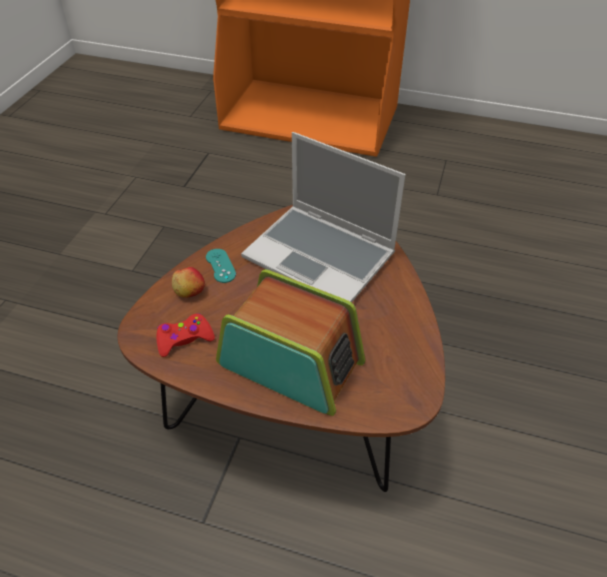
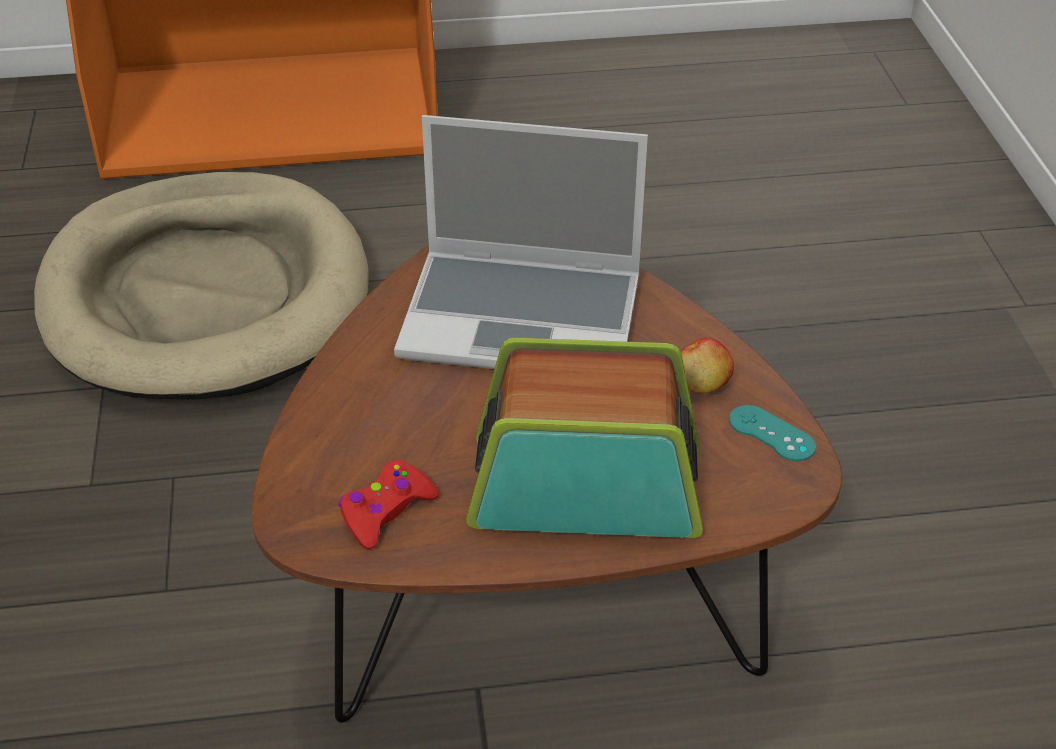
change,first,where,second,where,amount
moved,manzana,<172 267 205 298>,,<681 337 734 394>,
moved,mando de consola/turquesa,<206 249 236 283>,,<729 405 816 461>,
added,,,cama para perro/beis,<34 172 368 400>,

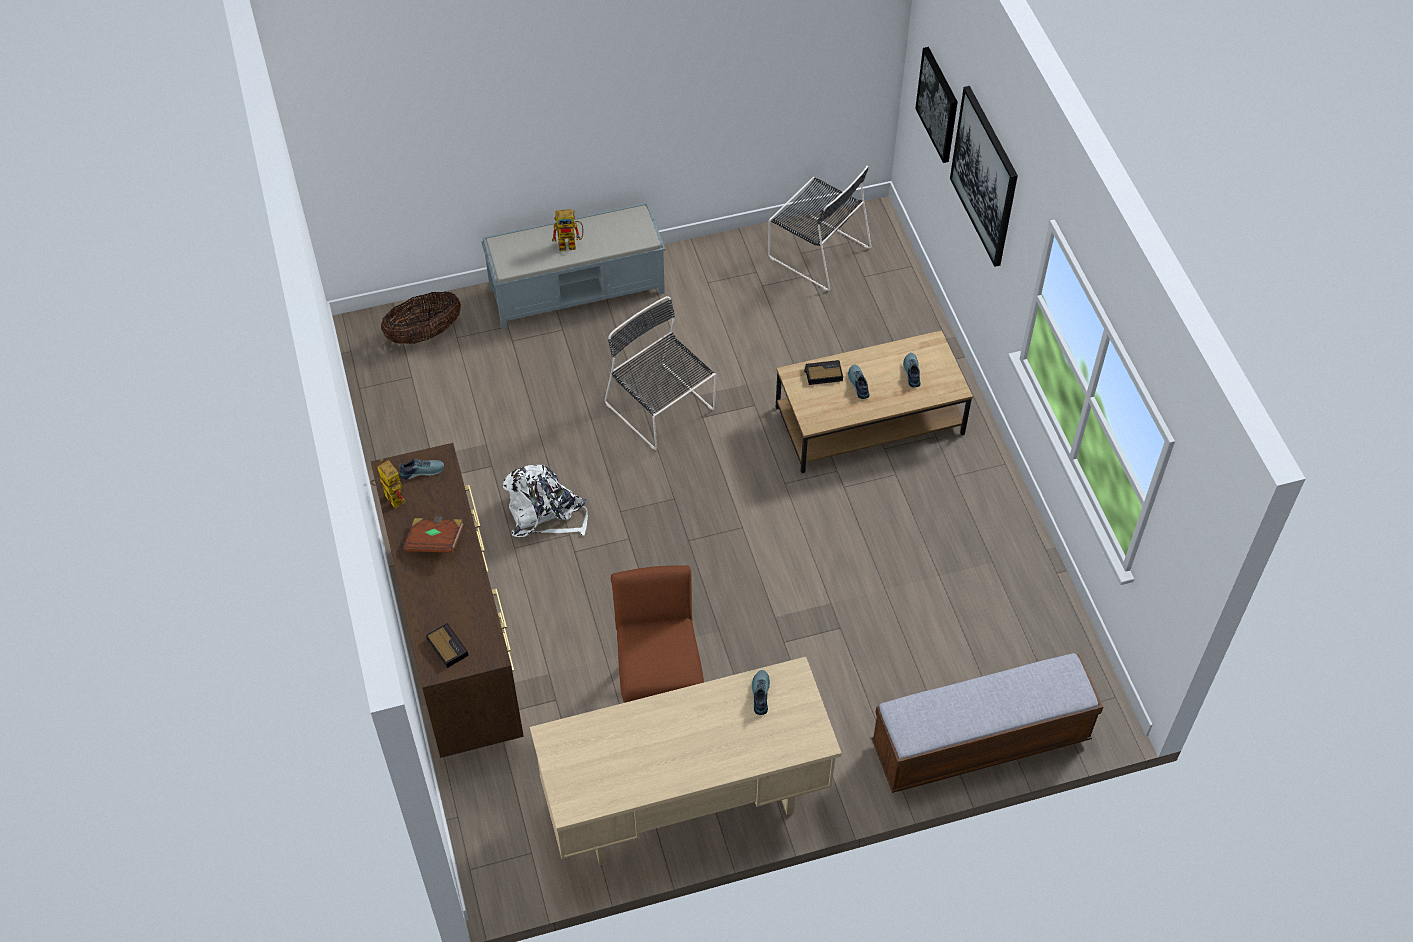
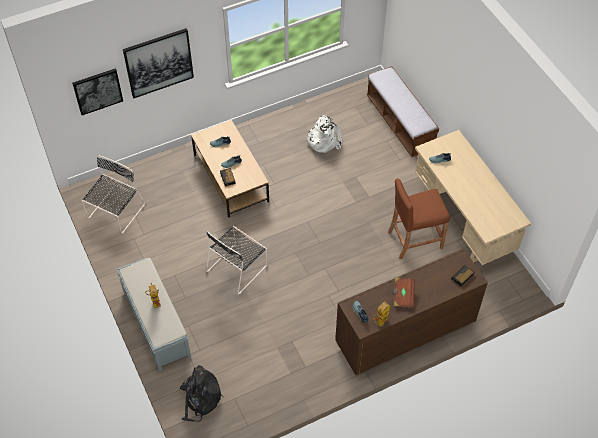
change,first,where,second,where,amount
replaced,cesta,<381 292 461 344>,mochila/negro,<180 365 223 421>,
moved,mochila/blanco,<503 465 588 537>,,<305 115 342 153>,

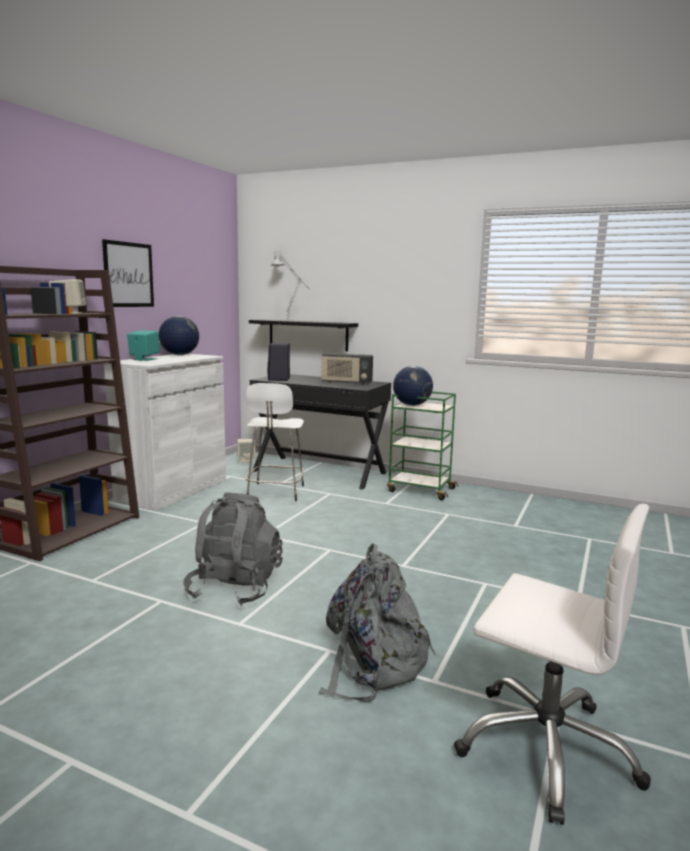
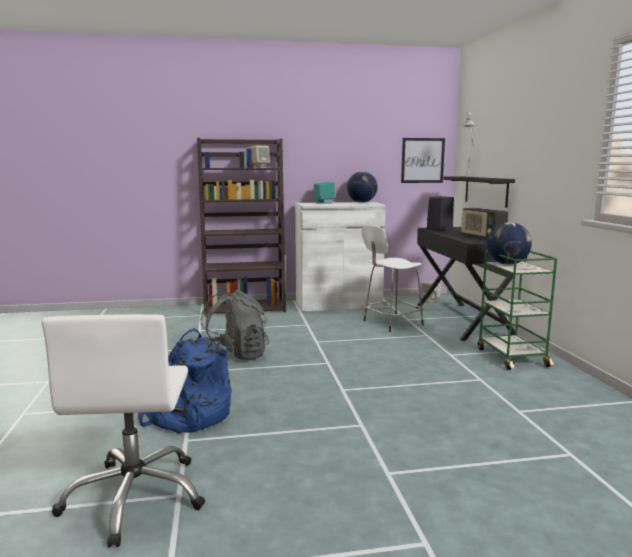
change,first,where,second,where,amount
moved,cuadro,<102 239 154 307>,,<401 138 445 183>,
recoloured,mochila/gris,<319 544 436 702>,mochila/azul,<138 328 232 433>,

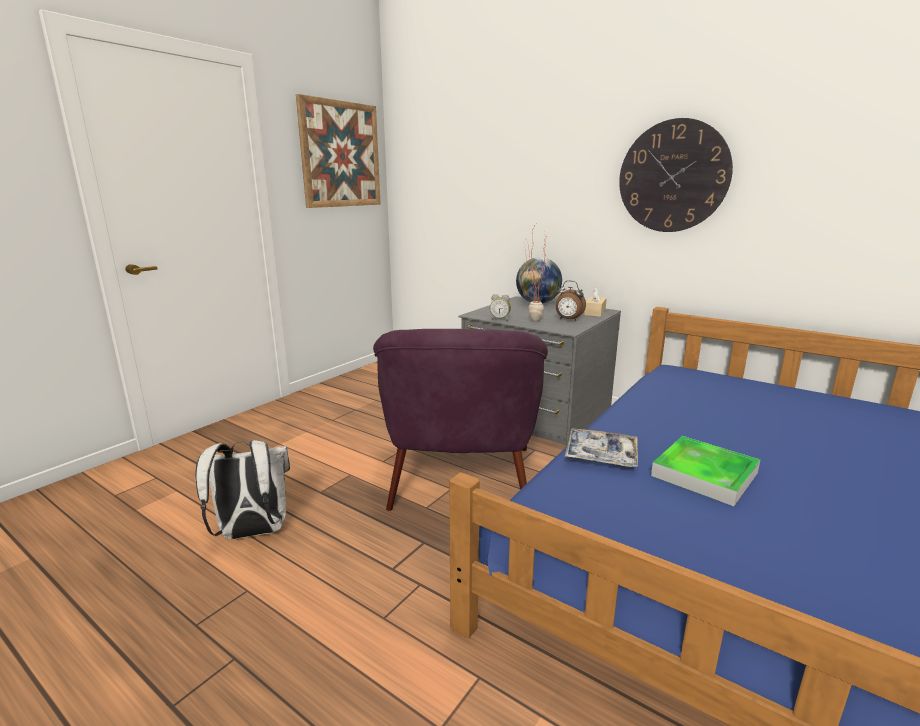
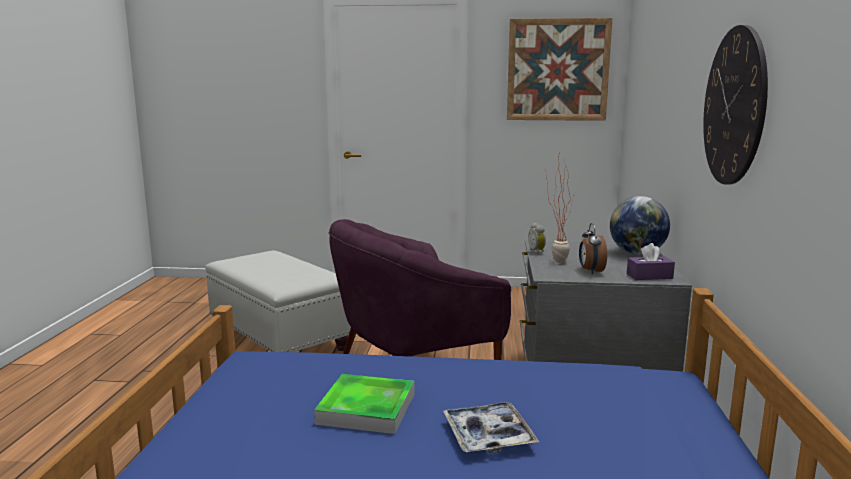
change,first,where,second,where,amount
replaced,mochila/blanco,<195 440 290 539>,puf/blanco,<205 251 351 352>,
moved,bandeja,<565 429 638 467>,,<443 402 539 454>,
recoloured,caja de pañuelos/beis,<584 287 607 317>,caja de pañuelos/morado,<627 243 675 280>,

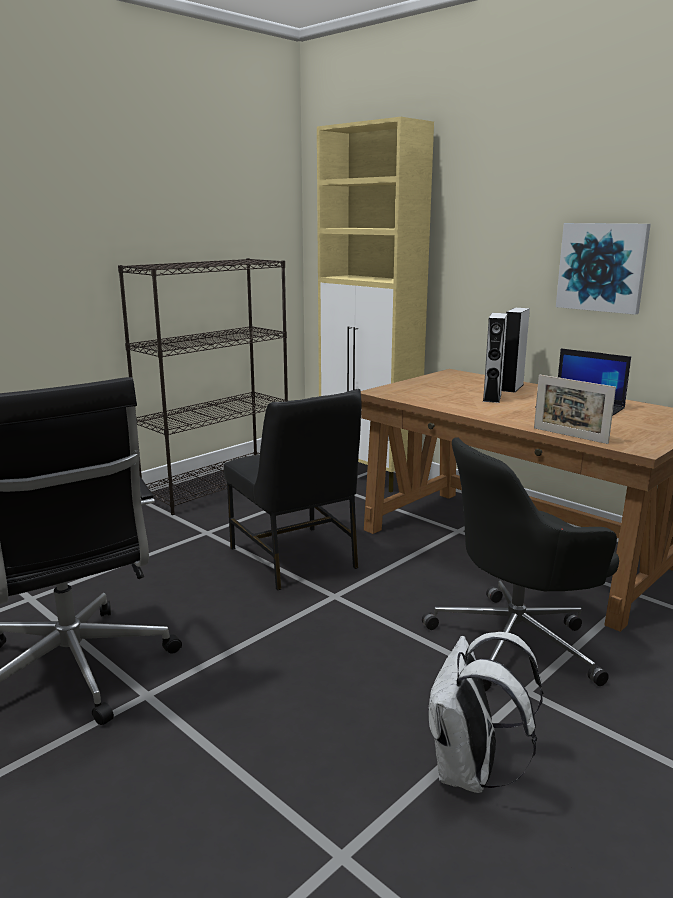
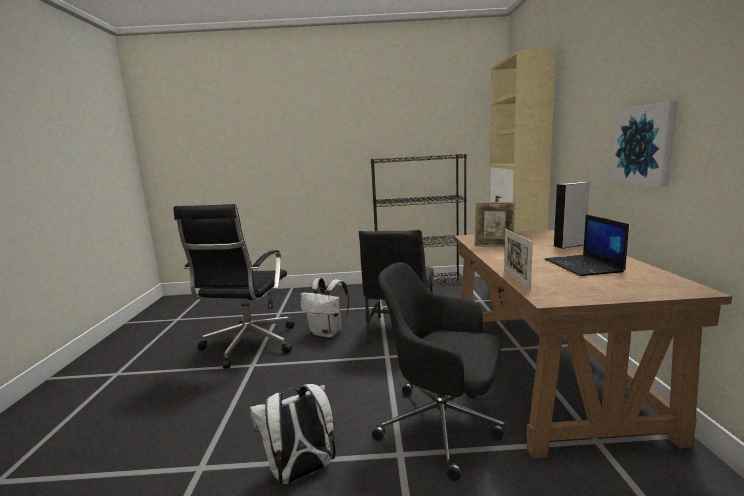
change,first,where,second,where,amount
removed,altavoz/gris,<483 313 507 403>,,,
added,,,mochila/blanco,<301 278 349 338>,
added,,,portarretratos,<474 202 516 247>,

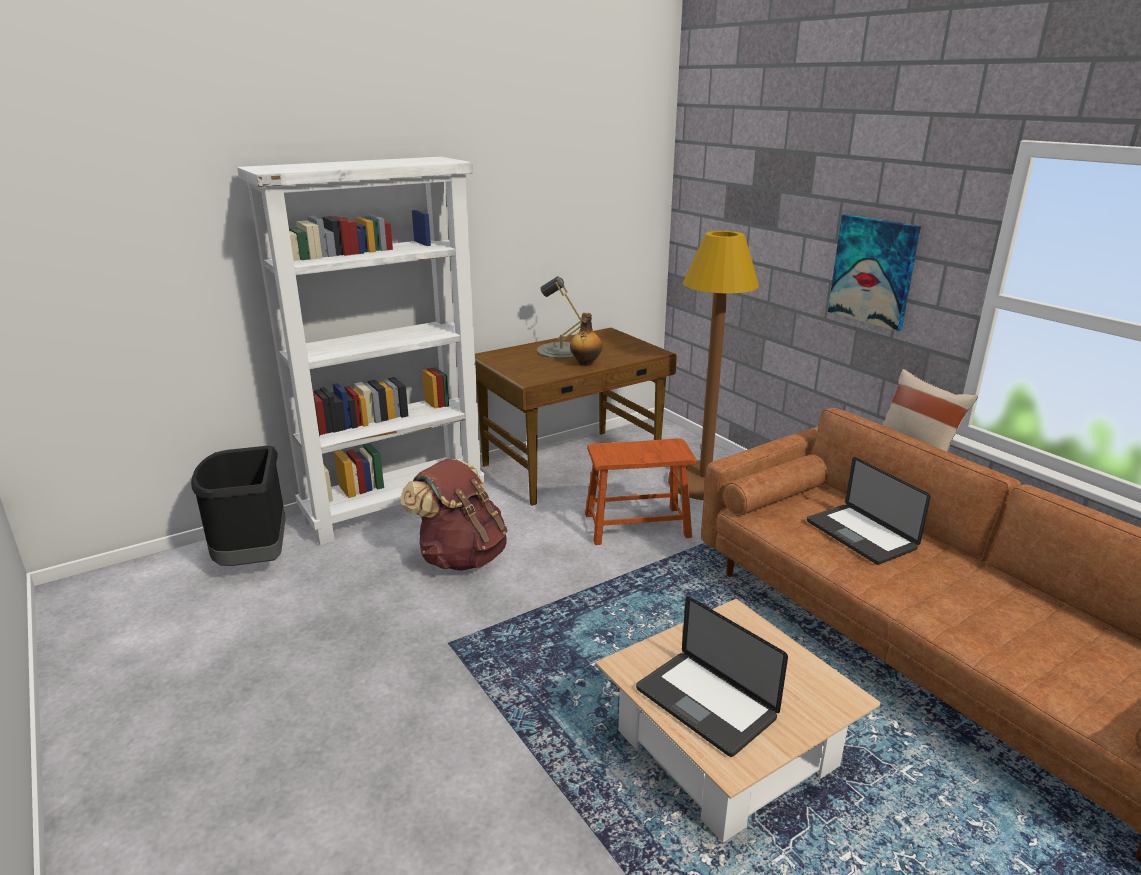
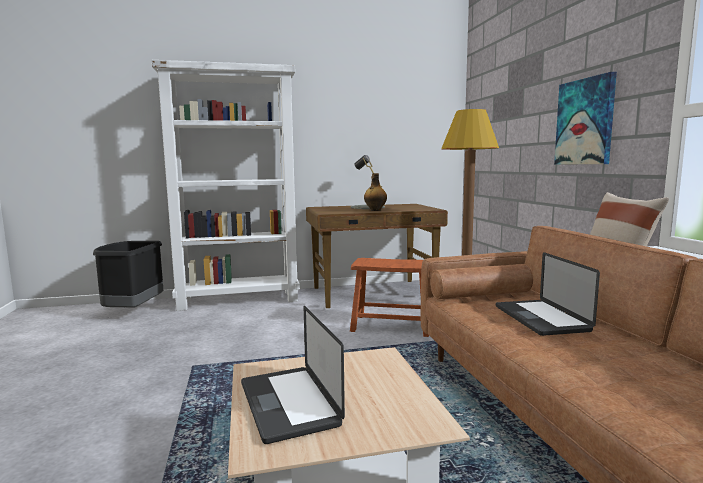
change,first,where,second,where,amount
removed,mochila/marrón,<400 459 508 571>,,,

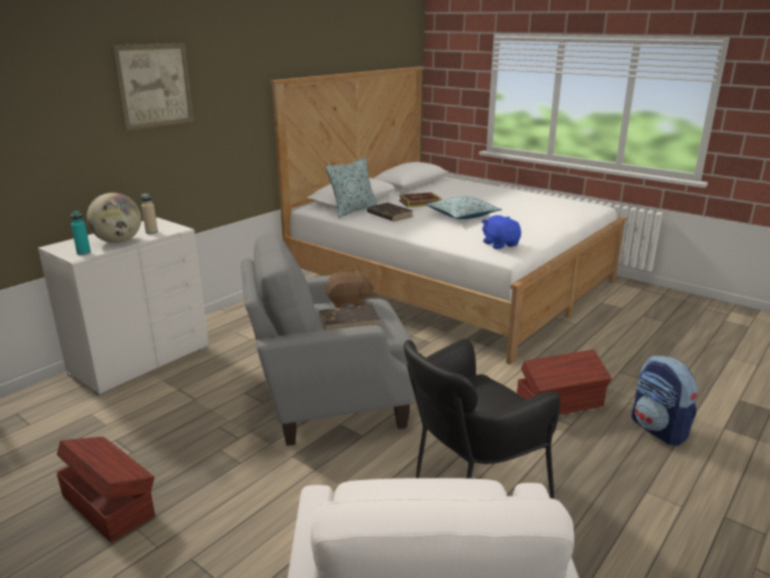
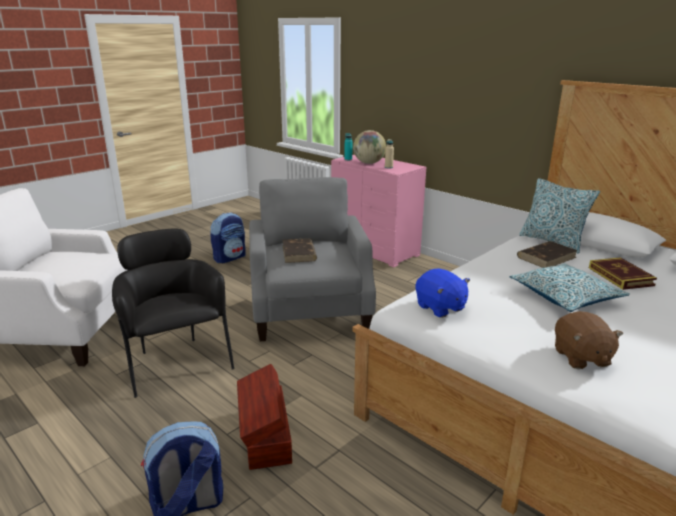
change,first,where,second,where,amount
recoloured,cómoda/blanco,<38 217 209 396>,cómoda/rosa,<331 155 426 267>,
replaced,caja de almacenaje/marrón,<56 437 155 543>,mochila,<210 212 246 263>,
removed,cuadro,<111 43 194 131>,,,
moved,peluche/marrón,<325 270 374 308>,,<555 311 623 369>,
turned,peluche/azul,<482 215 521 249>,,<416 268 470 318>,75 degrees clockwise

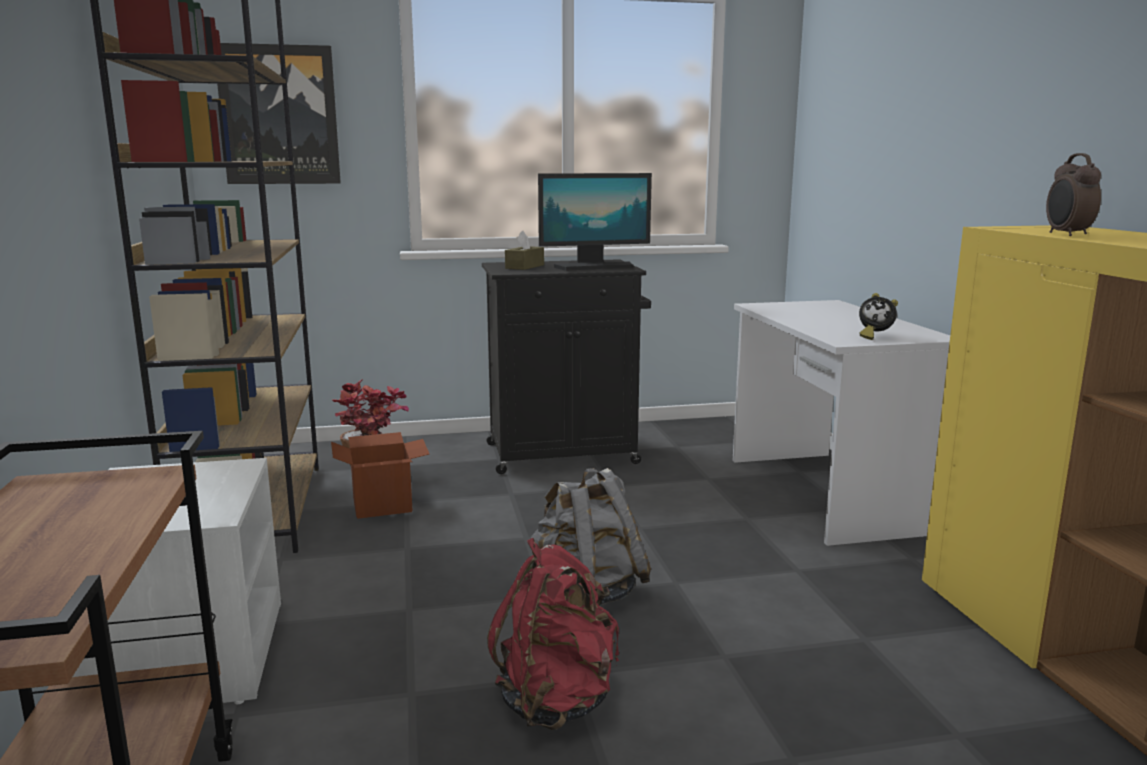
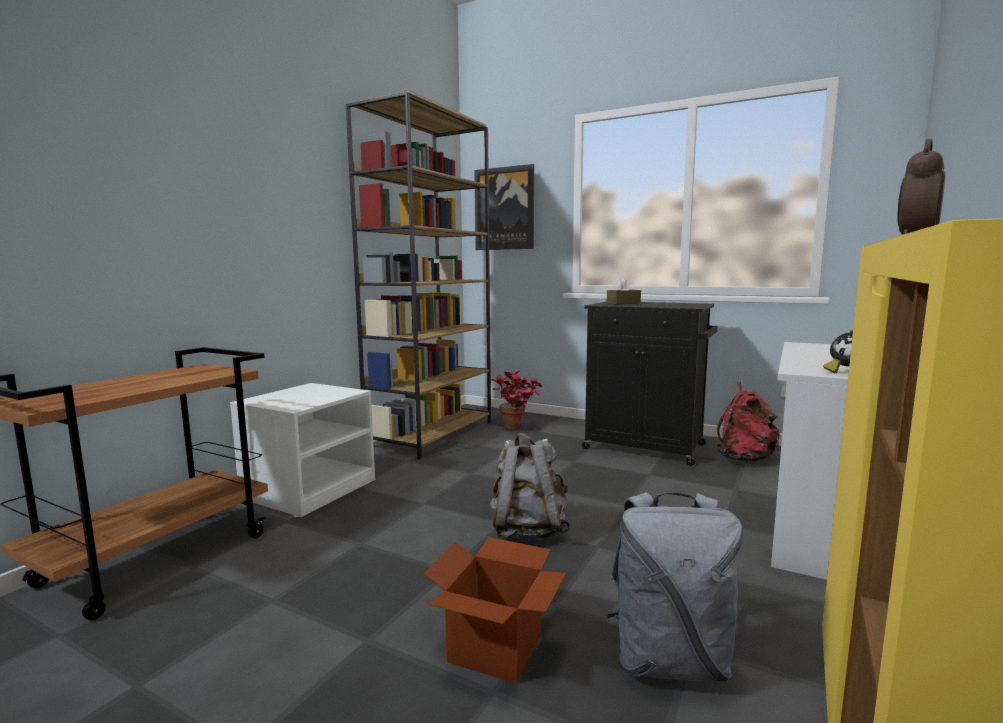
change,first,where,second,where,amount
moved,caja de cartón,<331 432 429 519>,,<423 537 566 683>,
moved,mochila/rojo,<487 538 619 730>,,<717 382 780 462>,
removed,monitor,<538 173 652 271>,,,
added,,,mochila/gris,<607 492 743 682>,

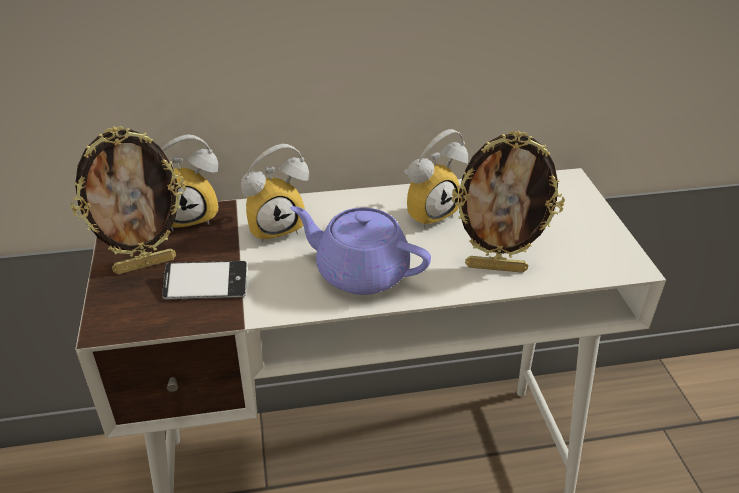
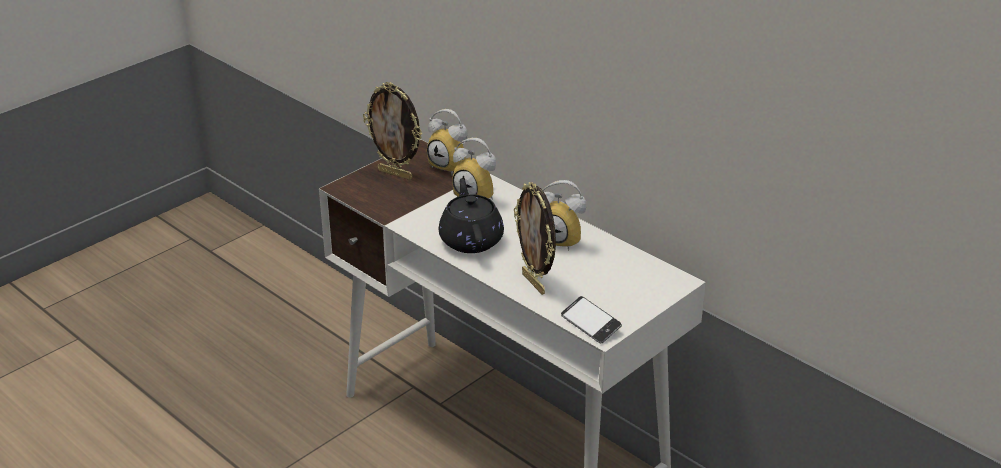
change,first,where,second,where,amount
moved,móvil,<162 261 247 300>,,<561 296 622 344>,
recoloured,tetera/morado,<291 206 431 295>,tetera/negro,<439 178 504 253>,

